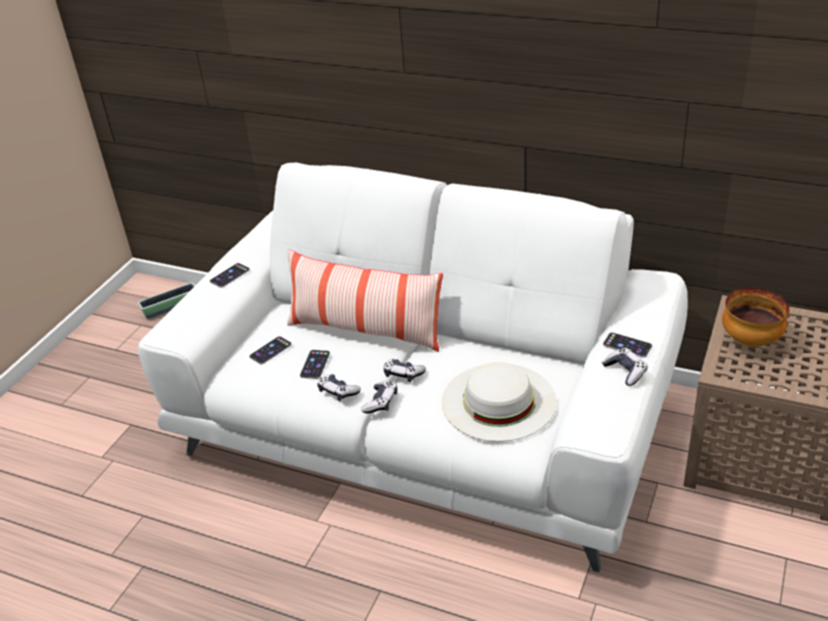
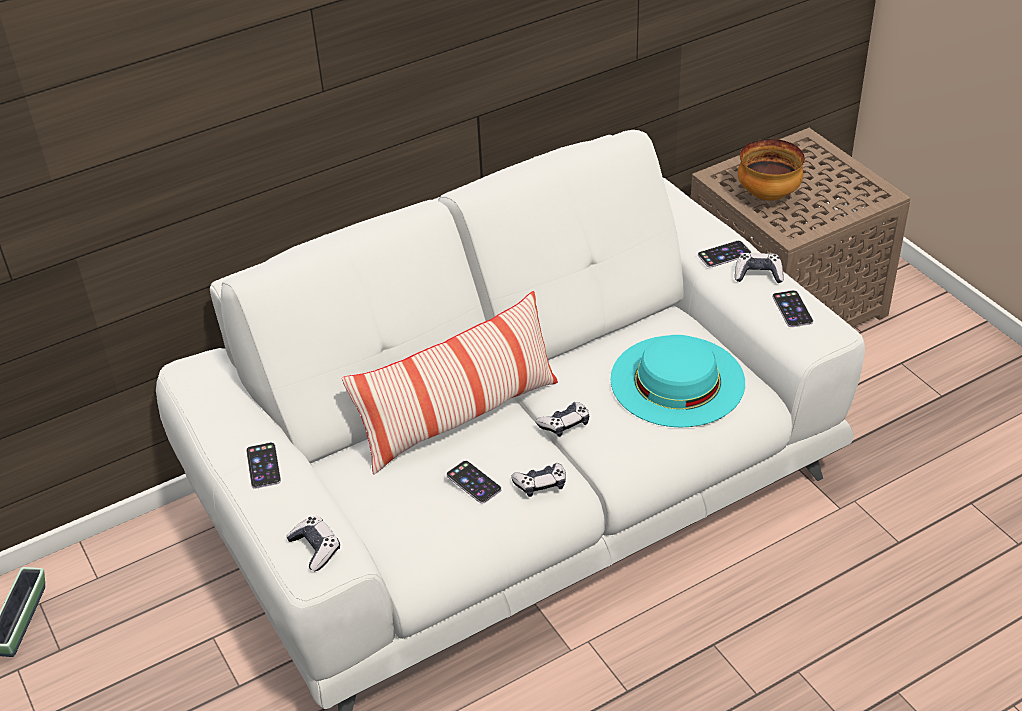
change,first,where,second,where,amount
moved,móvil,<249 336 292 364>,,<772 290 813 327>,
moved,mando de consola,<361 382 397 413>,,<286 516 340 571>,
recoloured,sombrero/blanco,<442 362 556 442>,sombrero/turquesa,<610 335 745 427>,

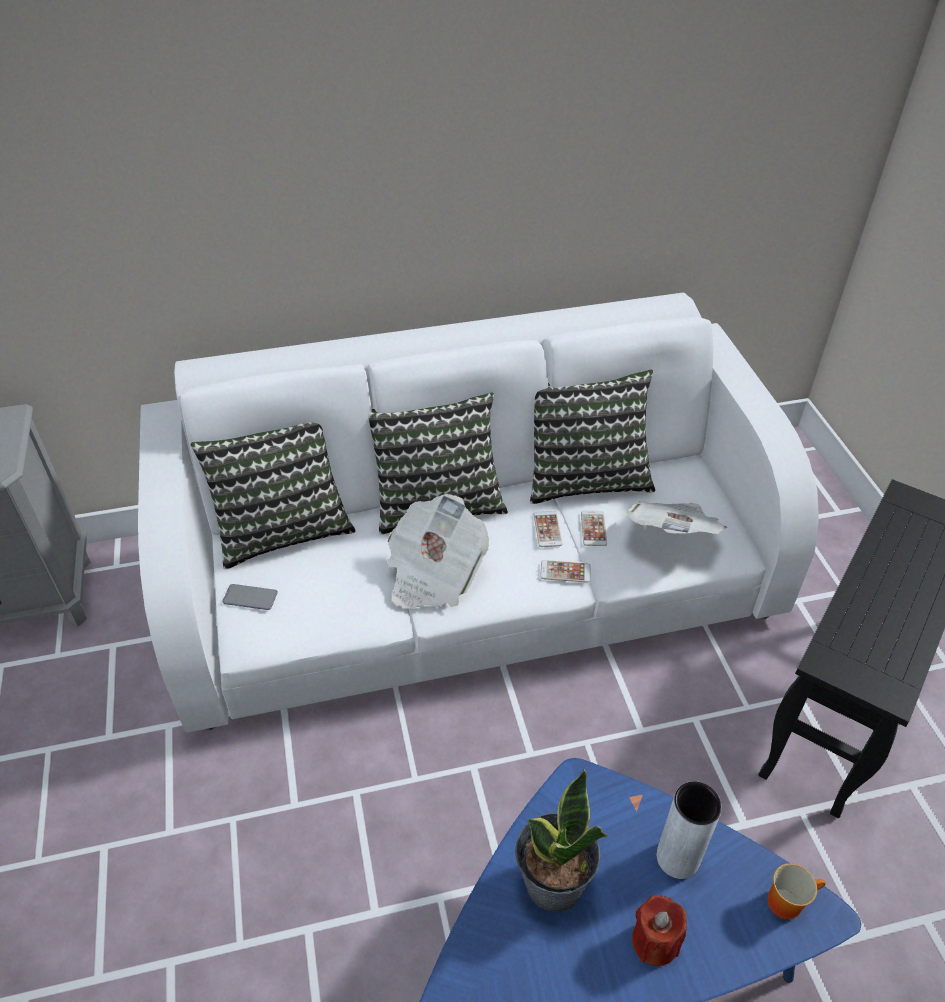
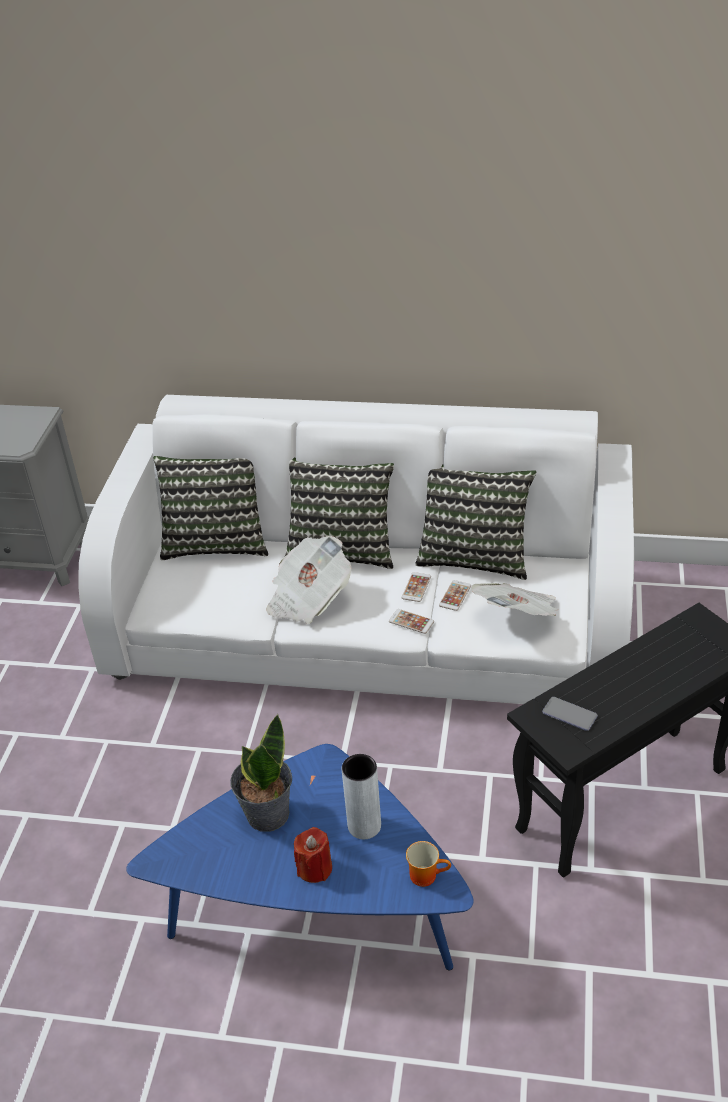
change,first,where,second,where,amount
moved,móvil,<222 584 278 610>,,<542 697 598 731>,

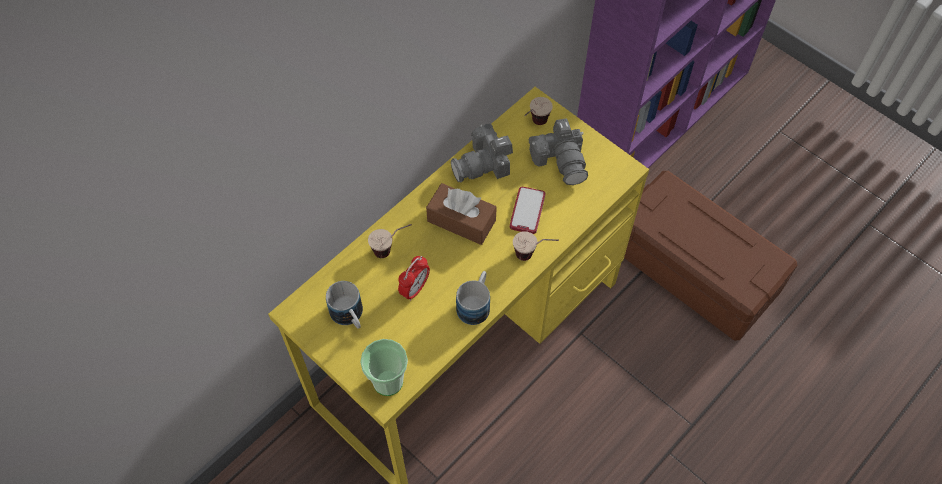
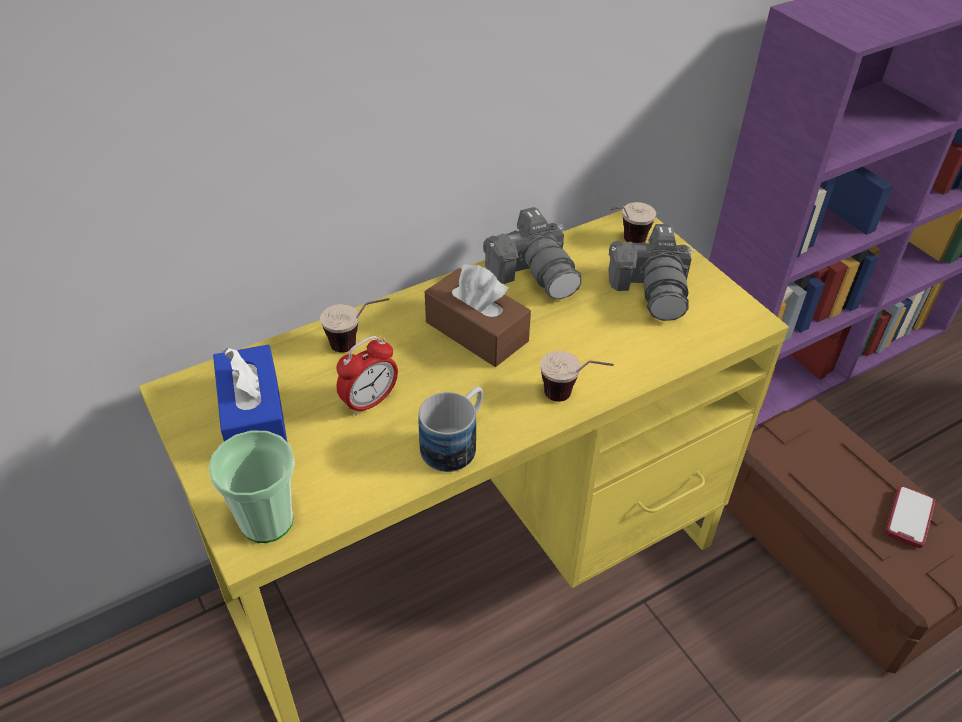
change,first,where,second,where,amount
replaced,taza grande,<326 281 363 329>,caja de pañuelos/azul,<213 344 287 442>,
turned,cámara,<451 124 513 182>,,<483 207 582 300>,105 degrees counterclockwise
moved,móvil,<510 187 545 234>,,<885 486 935 548>,

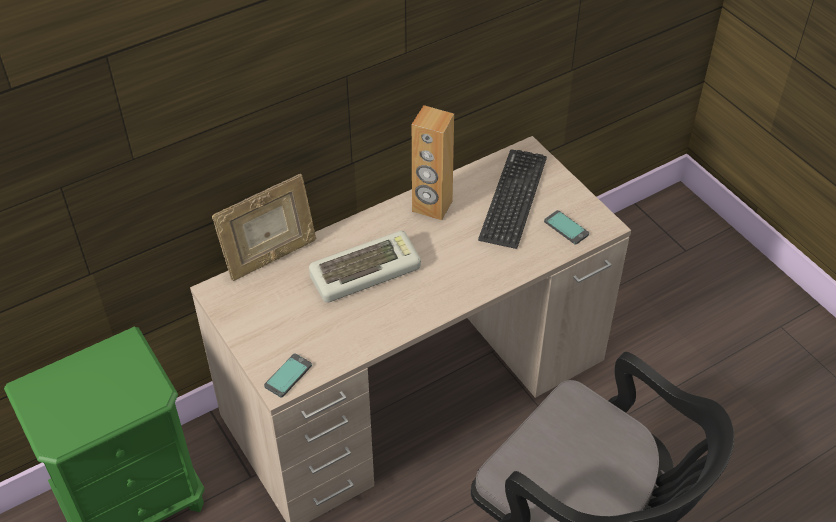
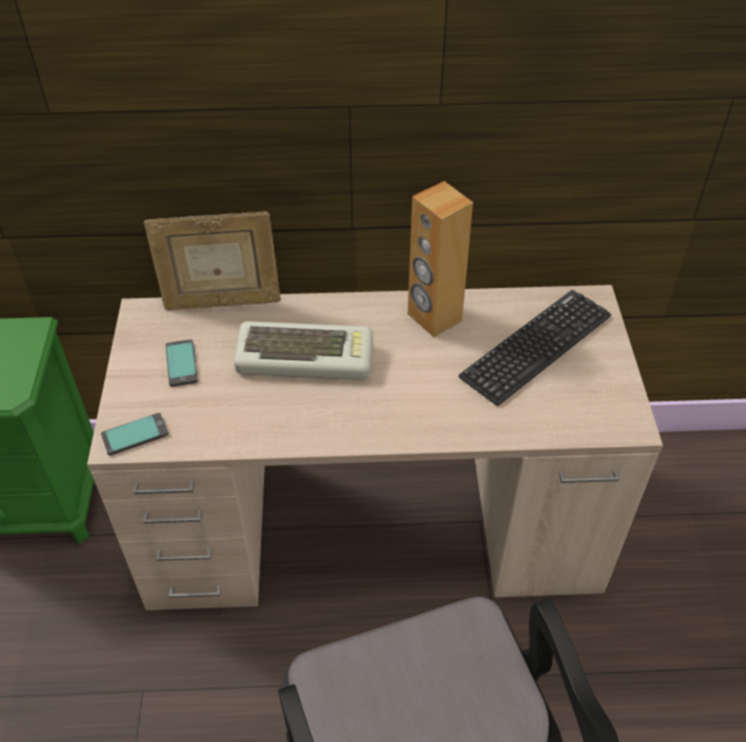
change,first,where,second,where,amount
moved,móvil,<544 210 589 245>,,<166 339 198 387>,

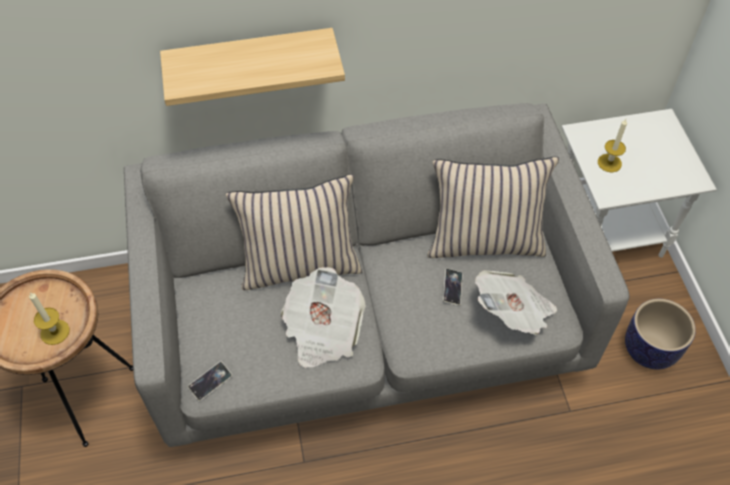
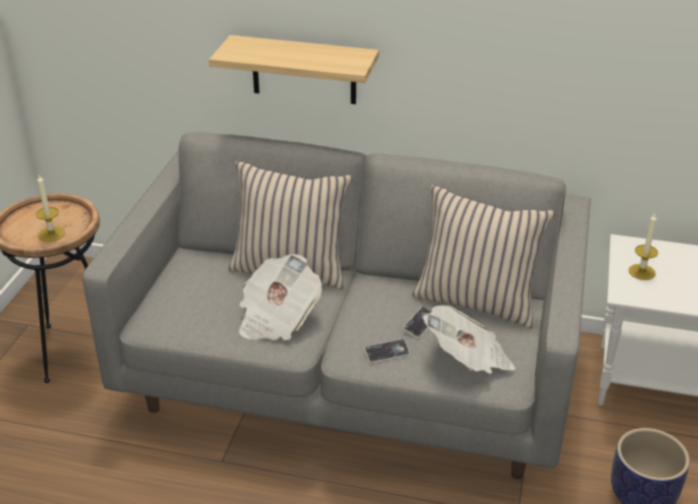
change,first,where,second,where,amount
moved,móvil,<188 362 232 401>,,<365 339 410 363>,

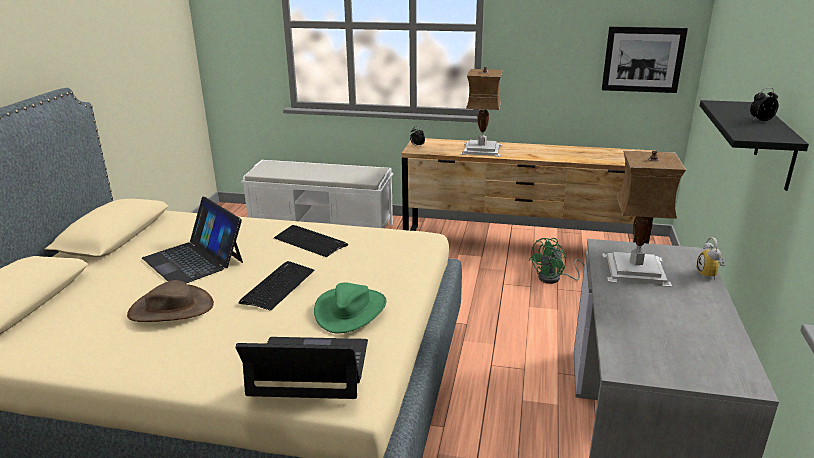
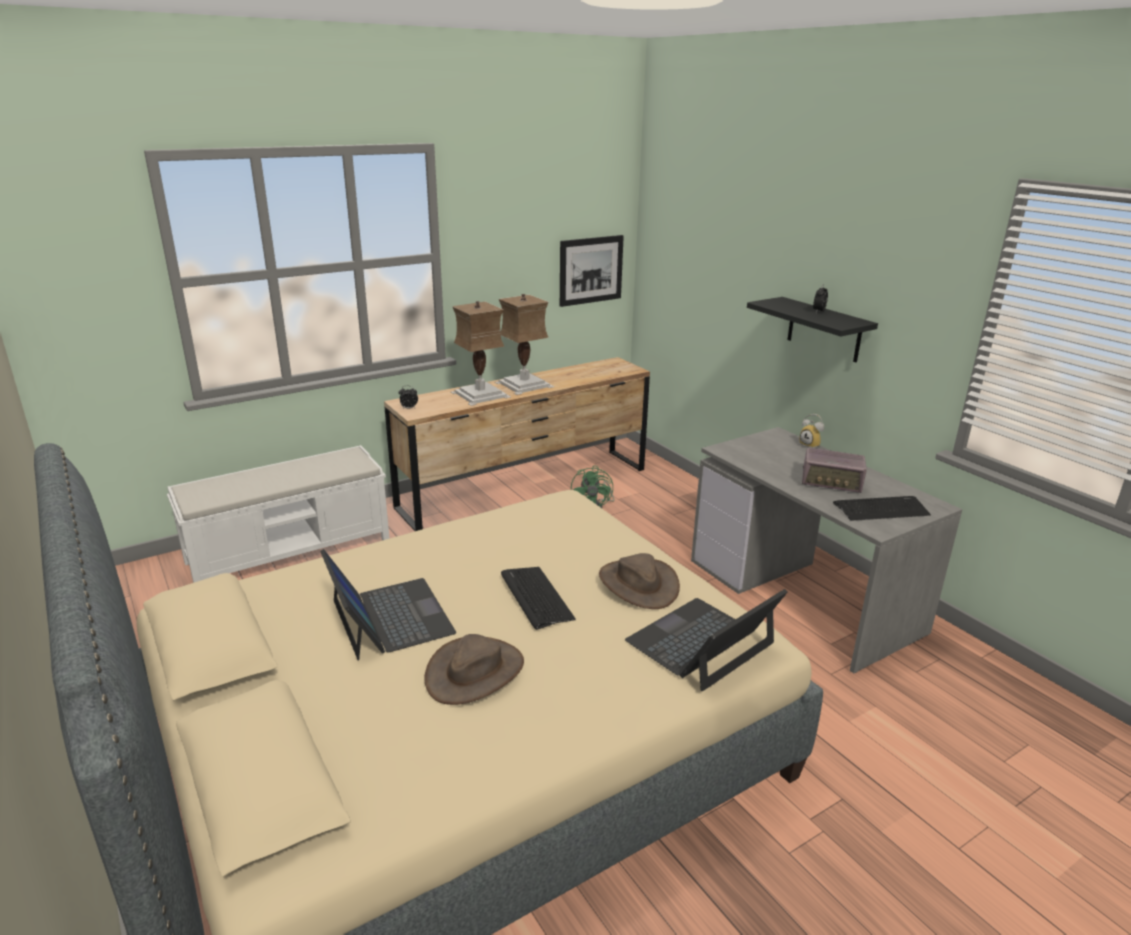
change,first,where,second,where,amount
turned,portátil,<142 197 243 283>,,<320 549 456 660>,120 degrees counterclockwise
moved,teclado,<274 225 348 257>,,<833 496 931 521>,
recoloured,sombrero/verde,<314 282 387 334>,sombrero/marrón,<599 553 680 609>,
moved,lámpara de mesa,<602 150 686 287>,,<495 294 554 395>,
added,,,radio,<802 448 867 493>,

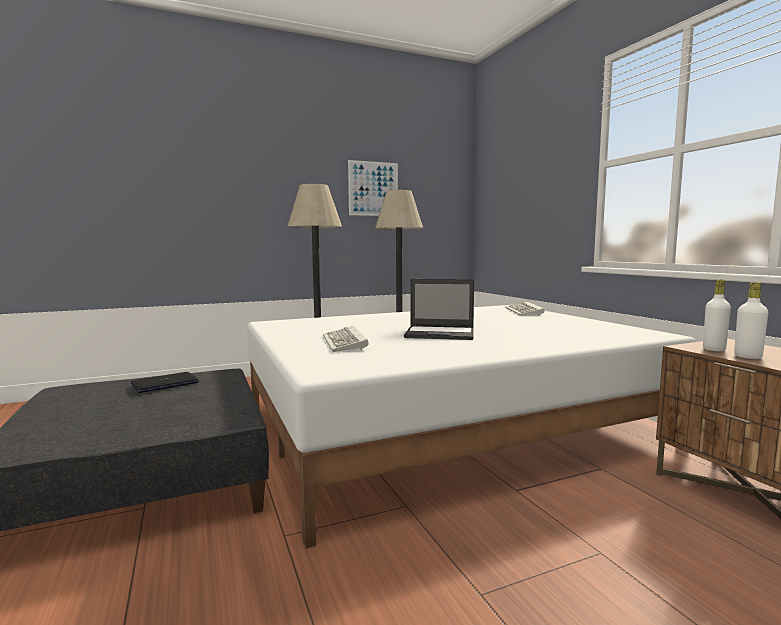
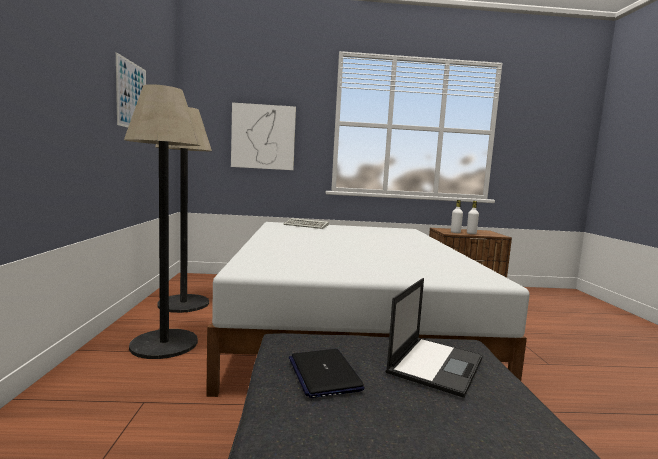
change,first,where,second,where,amount
removed,teclado,<323 326 369 352>,,,
moved,portátil,<404 279 474 340>,,<386 278 483 398>,
added,,,cuadro,<231 102 296 170>,

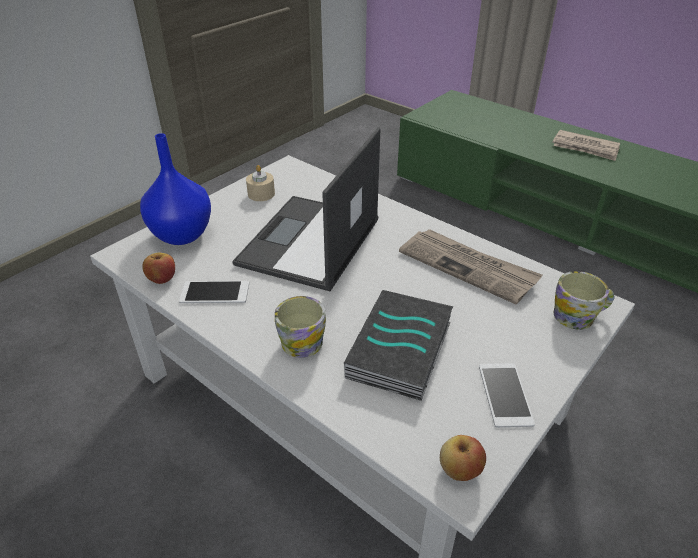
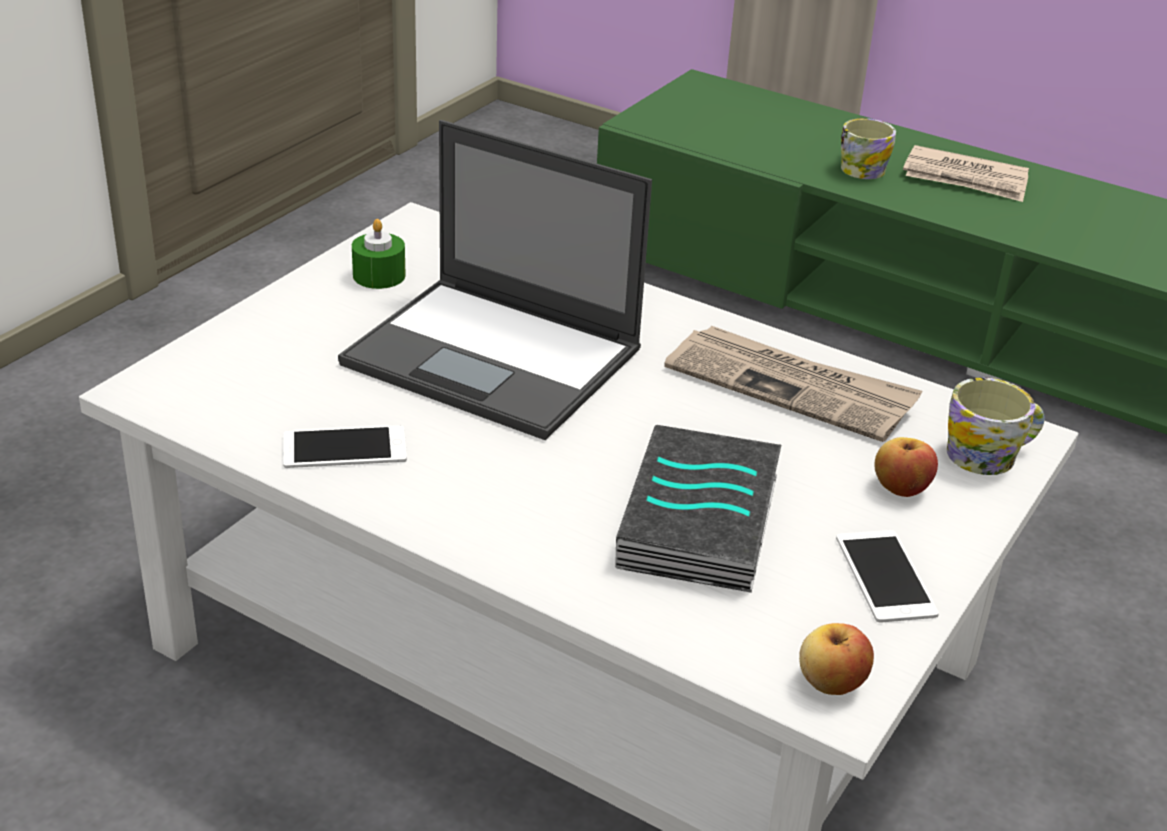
change,first,where,second,where,amount
removed,florero/azul,<140 133 211 245>,,,
moved,manzana,<142 252 175 284>,,<875 437 938 497>,
turned,portátil,<232 127 380 291>,,<338 120 652 440>,75 degrees counterclockwise
recoloured,vela/beis,<246 165 275 201>,vela/verde,<352 219 406 289>,
moved,taza grande,<275 296 326 358>,,<841 118 896 179>,

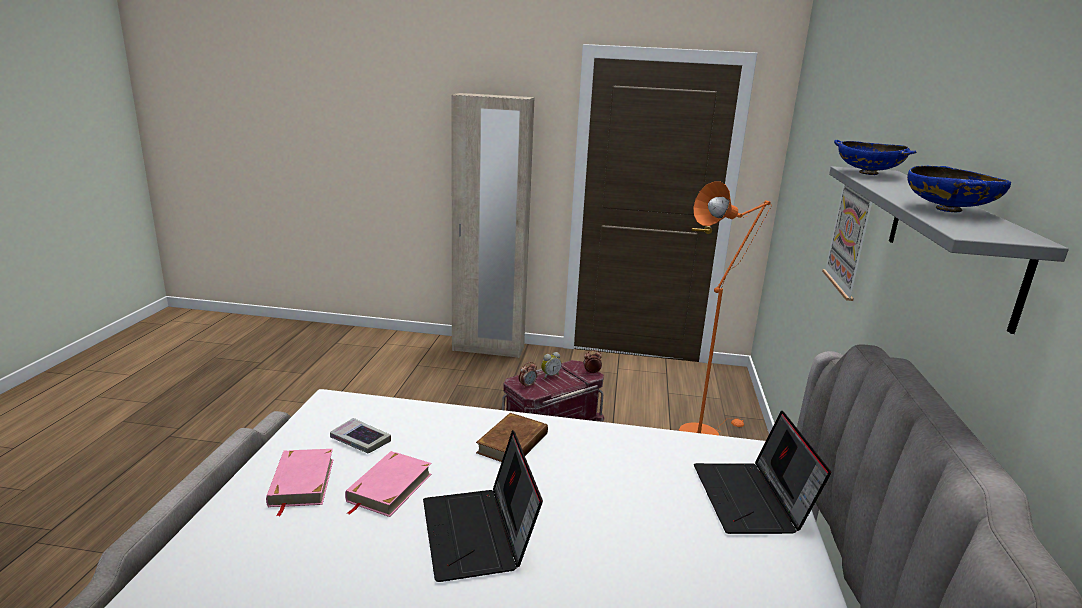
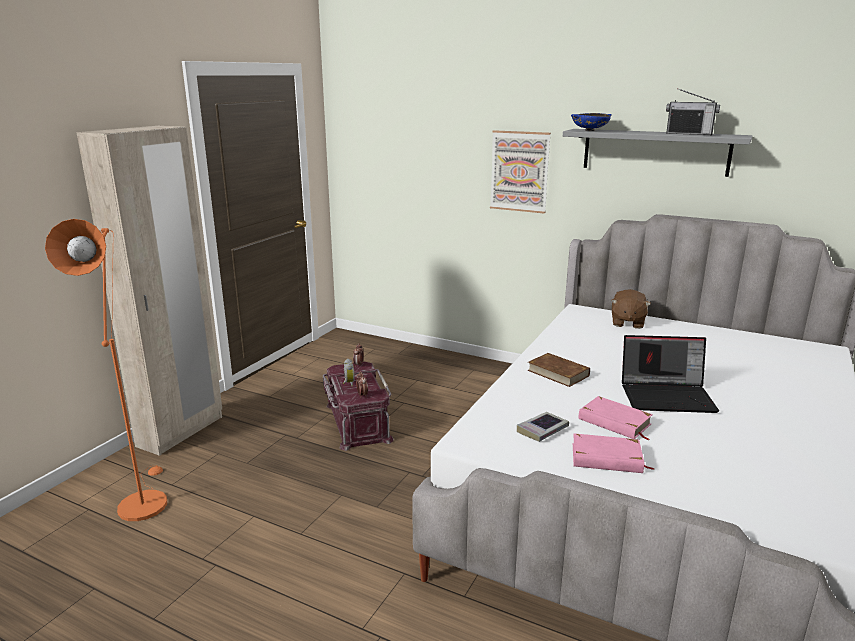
change,first,where,second,where,amount
moved,lámpara de pie/naranja,<679 182 772 435>,,<45 219 167 521>,
replaced,portátil,<694 410 831 534>,peluche/marrón,<611 289 651 329>,
replaced,cuenco/azul,<907 166 1011 212>,radio,<666 88 720 135>,

